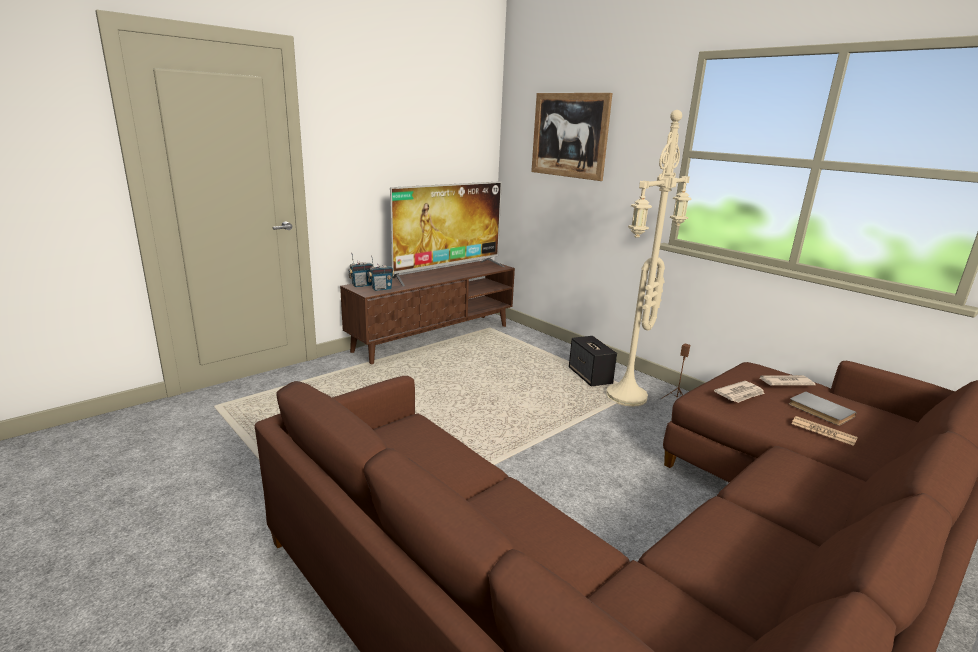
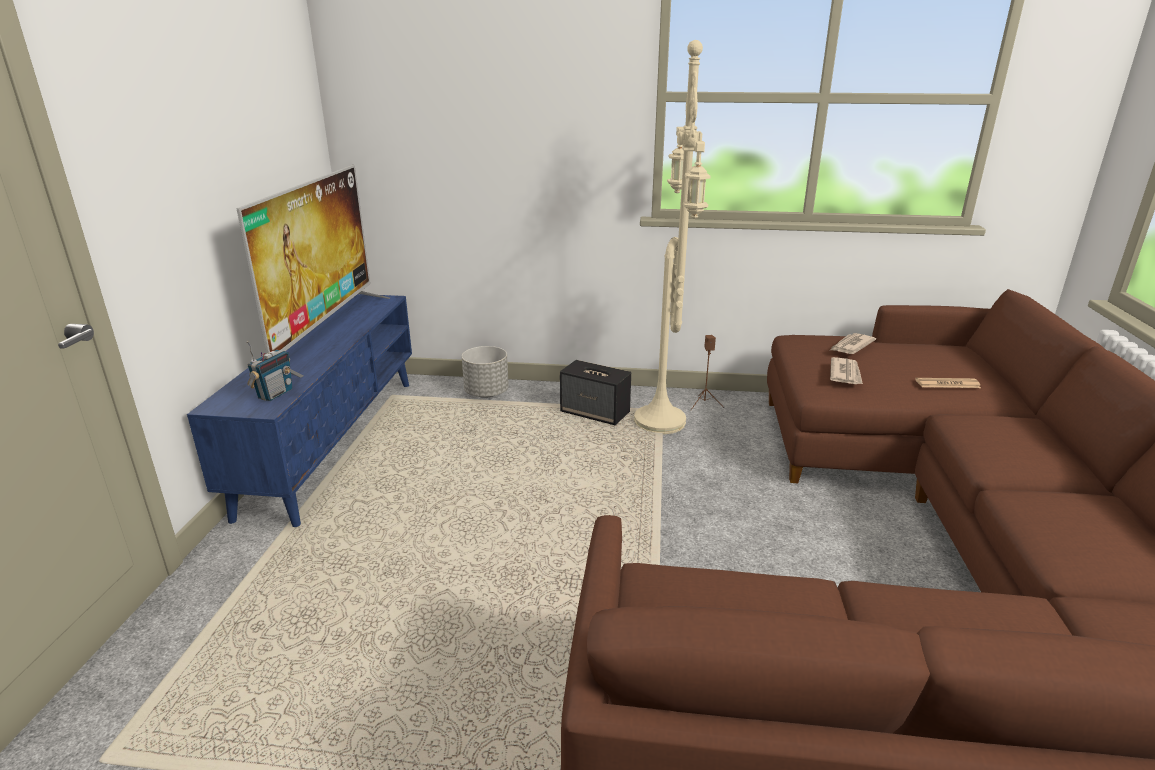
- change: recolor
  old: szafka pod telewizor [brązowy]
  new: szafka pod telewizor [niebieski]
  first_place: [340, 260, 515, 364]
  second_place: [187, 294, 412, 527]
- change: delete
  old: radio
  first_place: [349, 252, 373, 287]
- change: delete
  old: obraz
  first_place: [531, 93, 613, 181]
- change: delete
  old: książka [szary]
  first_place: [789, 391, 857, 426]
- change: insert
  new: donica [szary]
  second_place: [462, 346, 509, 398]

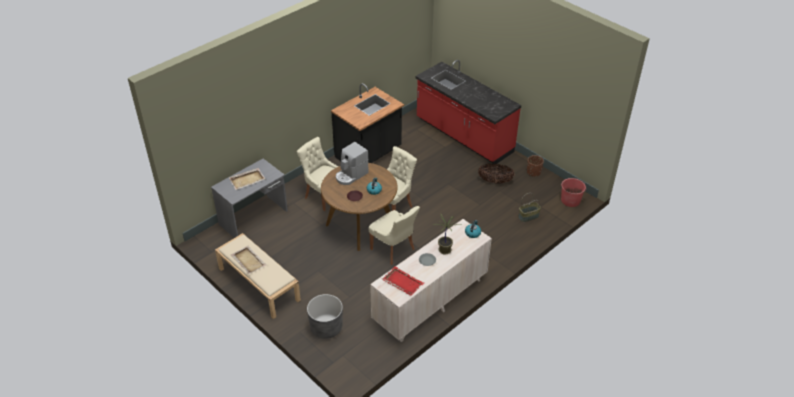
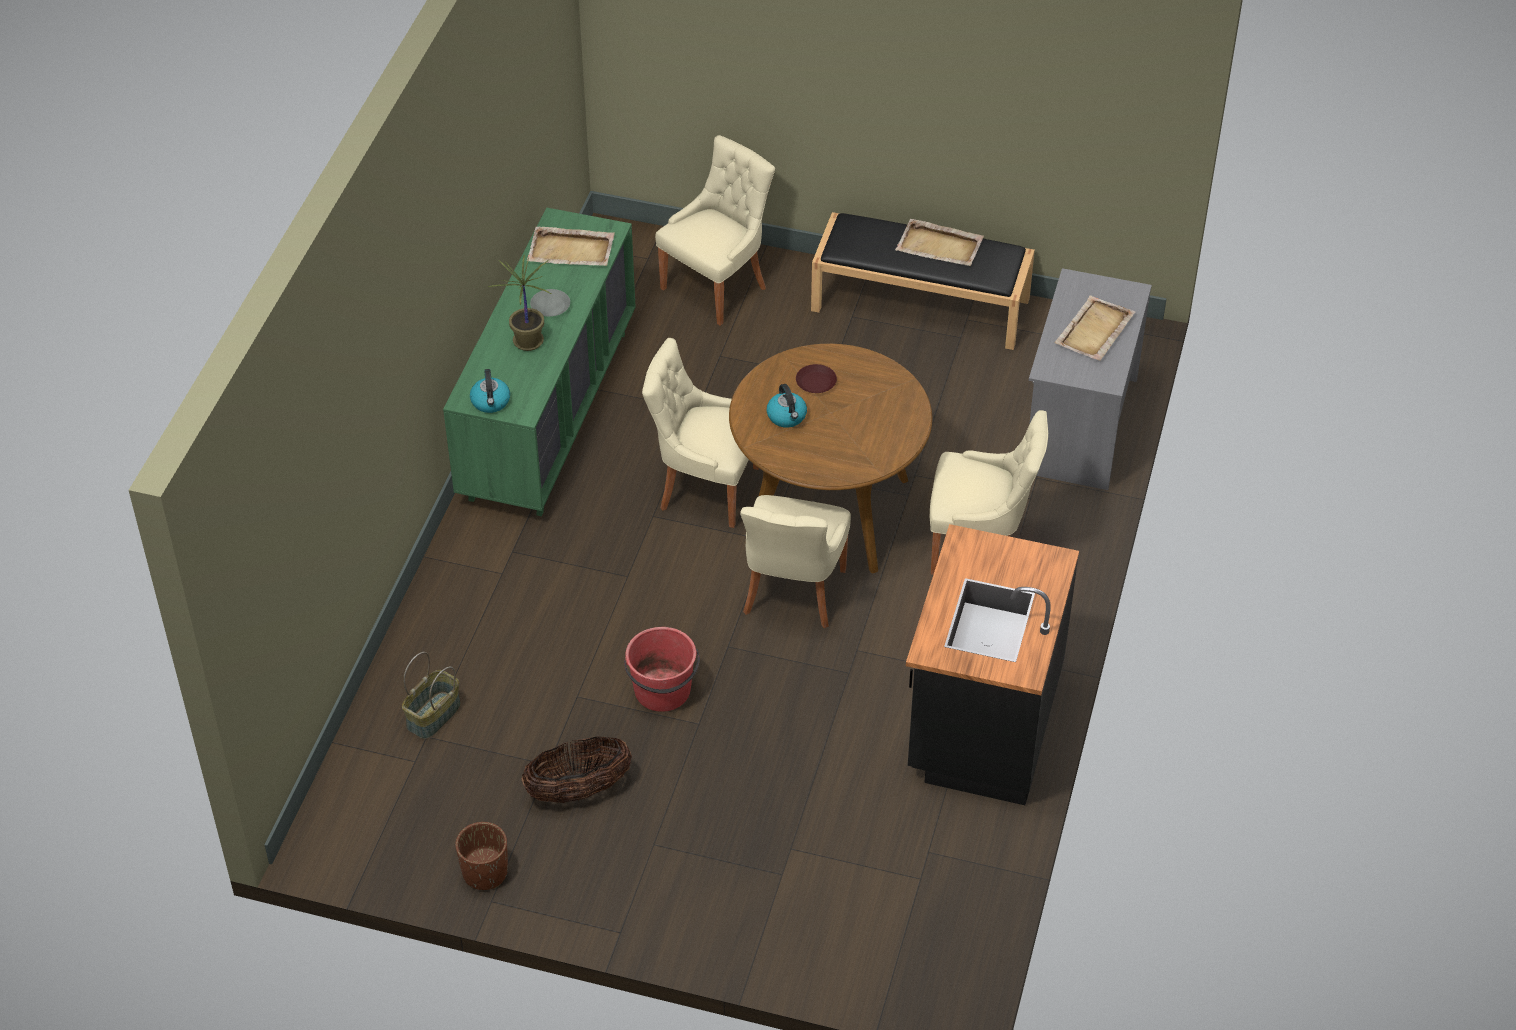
- change: recolor
  old: ławka [beżowy]
  new: ławka [czarny]
  first_place: [215, 233, 301, 319]
  second_place: [811, 212, 1035, 350]
- change: replace
  old: donica [szary]
  new: krzesło [beżowy]
  first_place: [307, 294, 343, 339]
  second_place: [655, 135, 775, 326]
- change: delete
  old: ekspres do kawy
  first_place: [336, 142, 369, 185]
- change: recolor
  old: komoda [beżowy]
  new: komoda [zielony]
  first_place: [370, 219, 492, 342]
  second_place: [443, 208, 636, 516]
- change: recolor
  old: taca [czerwony]
  new: taca [beżowy]
  first_place: [382, 266, 424, 296]
  second_place: [526, 227, 615, 266]
- change: delete
  old: zabudowa kuchenna [czerwony]
  first_place: [416, 60, 521, 164]
- change: move
  old: wiadro [czerwony]
  first_place: [561, 178, 587, 207]
  second_place: [624, 627, 700, 712]

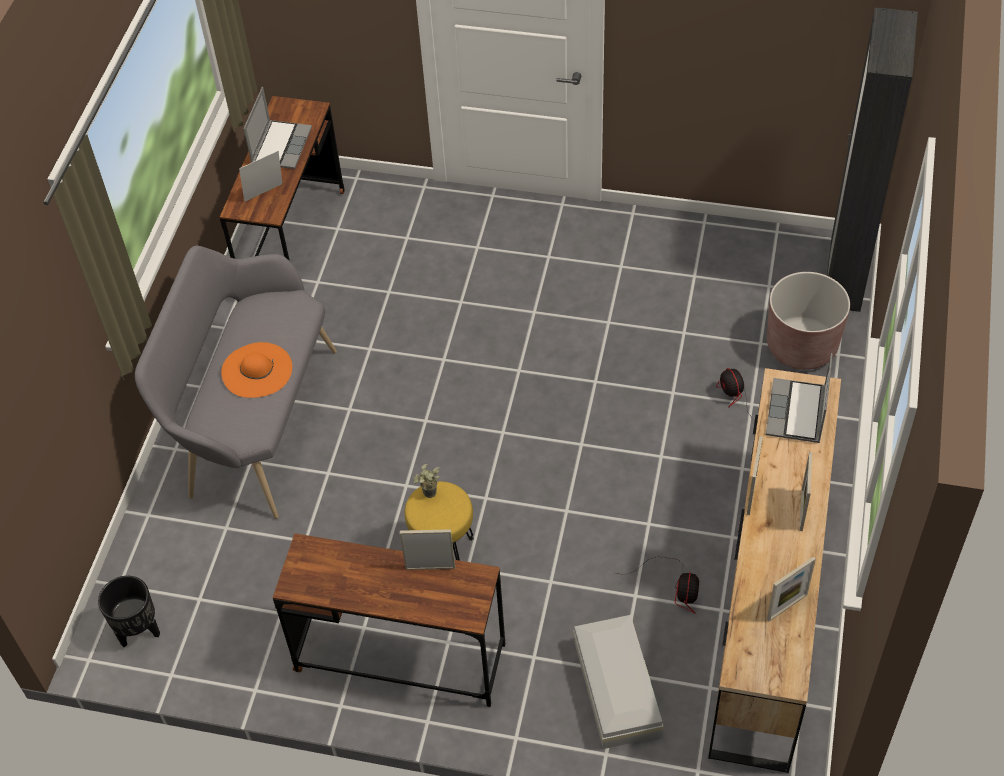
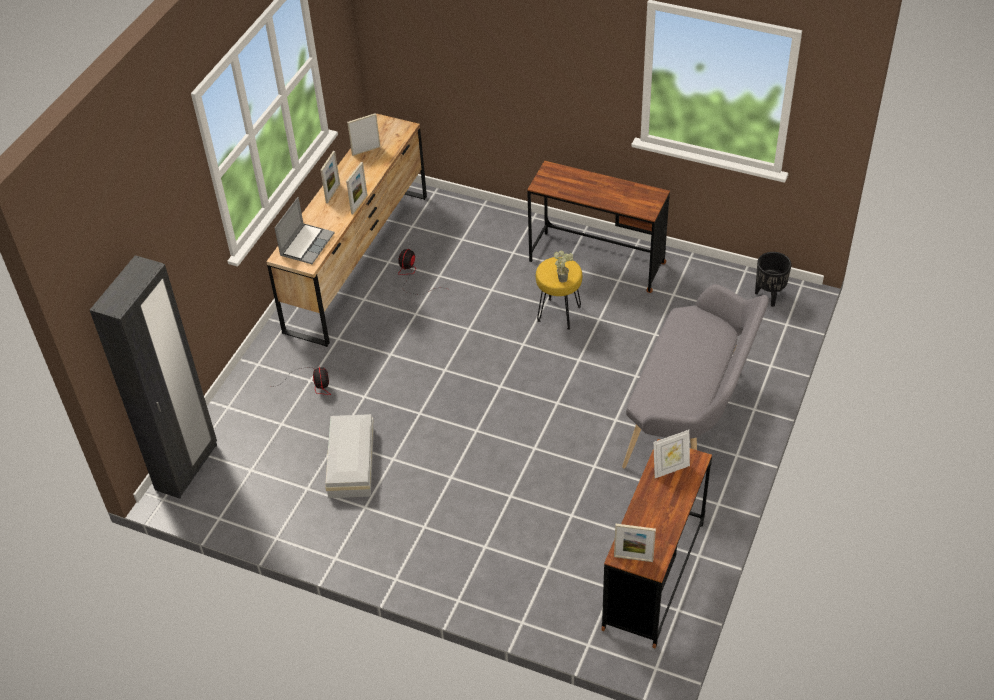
- change: delete
  old: kapelusz [pomarańczowy]
  first_place: [221, 342, 292, 398]
- change: delete
  old: laptop
  first_place: [243, 87, 312, 169]
- change: move
  old: ramka na zdjęcie
  first_place: [400, 529, 455, 570]
  second_place: [614, 524, 656, 562]
- change: move
  old: pojemnik do przechowywania [biały]
  first_place: [573, 615, 664, 749]
  second_place: [325, 414, 374, 498]
- change: delete
  old: donica [brązowy]
  first_place: [767, 272, 850, 370]

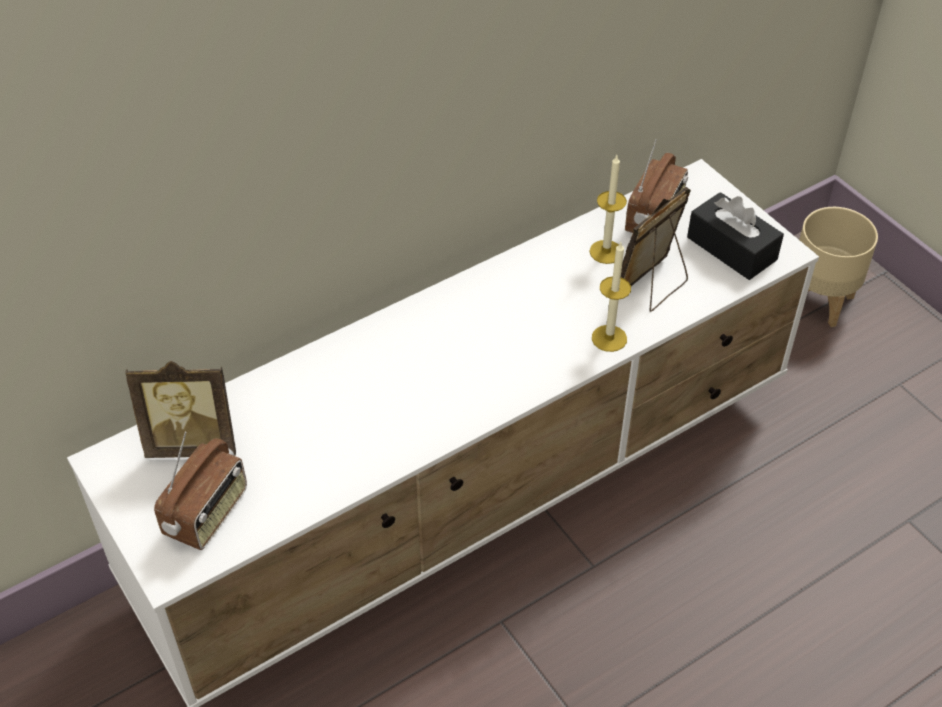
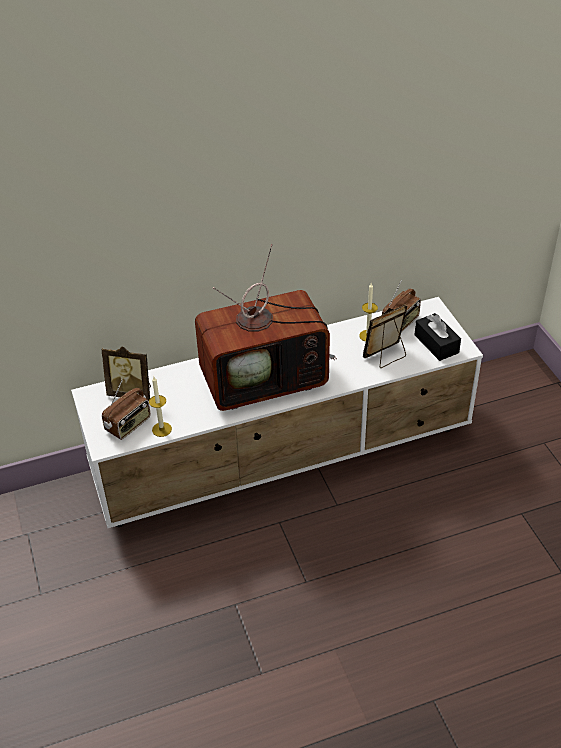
- change: move
  old: świeca
  first_place: [592, 242, 631, 352]
  second_place: [149, 377, 172, 437]
- change: delete
  old: donica [beżowy]
  first_place: [799, 207, 878, 327]
- change: insert
  new: telewizor
  second_place: [195, 244, 337, 411]

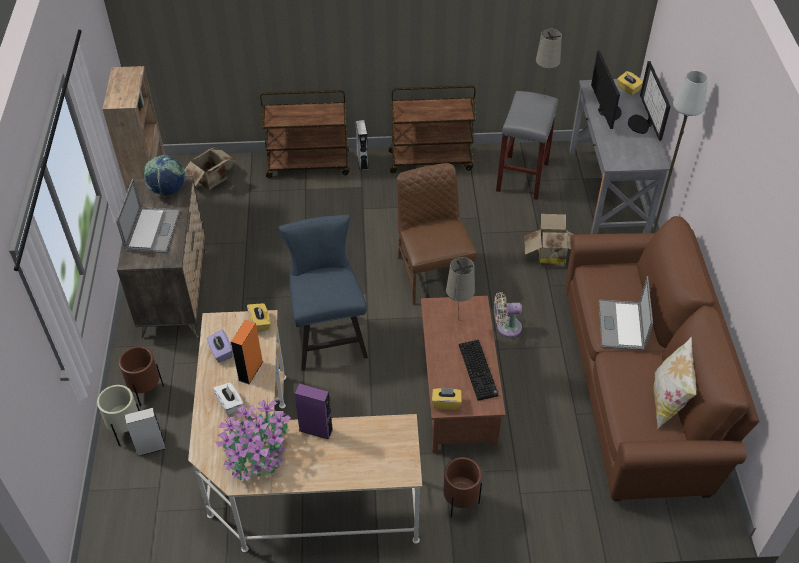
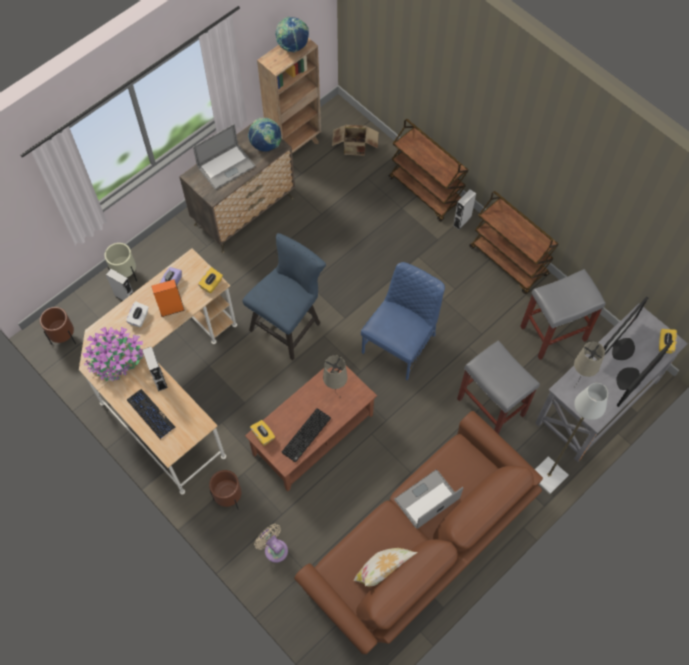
- change: move
  old: donica [brązowy]
  first_place: [119, 346, 164, 406]
  second_place: [40, 307, 76, 345]
- change: recolor
  old: głośnik [fioletowy]
  new: głośnik [szary]
  first_place: [294, 384, 333, 439]
  second_place: [142, 347, 168, 391]
- change: recolor
  old: krzesło [brązowy]
  new: krzesło [niebieski]
  first_place: [397, 163, 477, 305]
  second_place: [361, 262, 445, 381]
- change: move
  old: wentylator [beżowy]
  first_place: [494, 292, 522, 337]
  second_place: [254, 524, 288, 563]
- change: replace
  old: karton
  new: stołek [szary]
  first_place: [524, 214, 574, 267]
  second_place: [457, 340, 540, 434]
- change: move
  old: lampa stołowa [beżowy]
  first_place: [536, 29, 562, 97]
  second_place: [574, 341, 605, 386]
- change: insert
  new: klawiatura
  second_place: [127, 389, 176, 440]
- change: insert
  new: globus
  second_place: [275, 17, 309, 53]

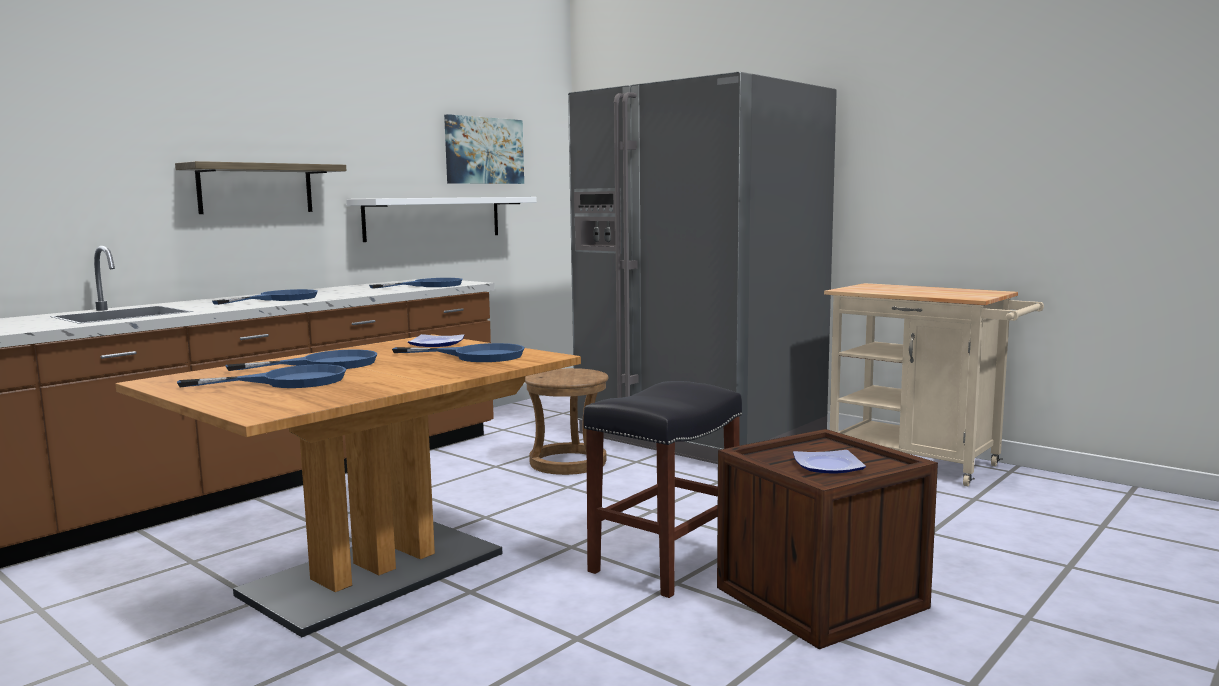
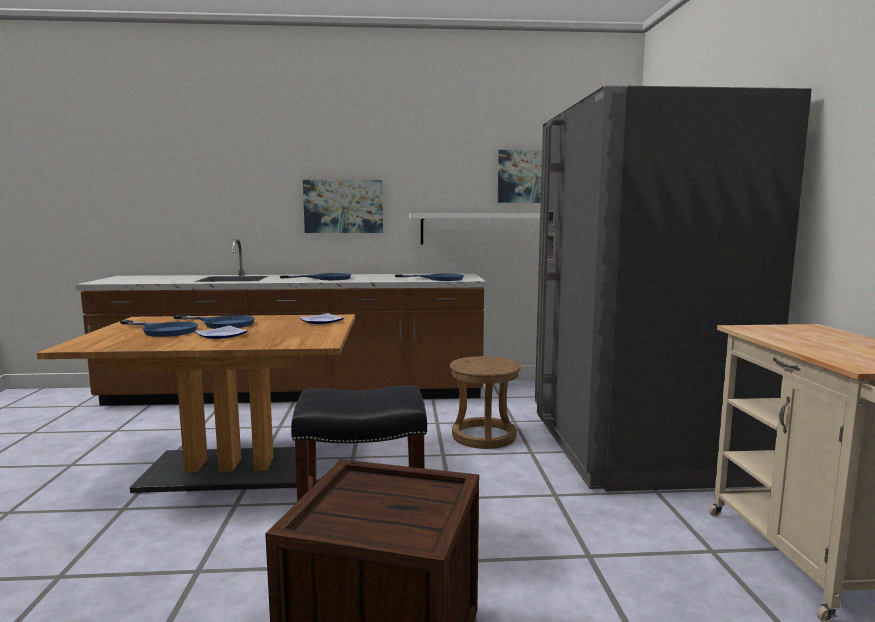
- change: replace
  old: półka
  new: obraz
  first_place: [175, 161, 346, 214]
  second_place: [303, 180, 383, 233]
- change: delete
  old: patelnia [niebieski]
  first_place: [392, 343, 525, 362]
- change: move
  old: talerz
  first_place: [793, 450, 866, 474]
  second_place: [195, 325, 248, 339]

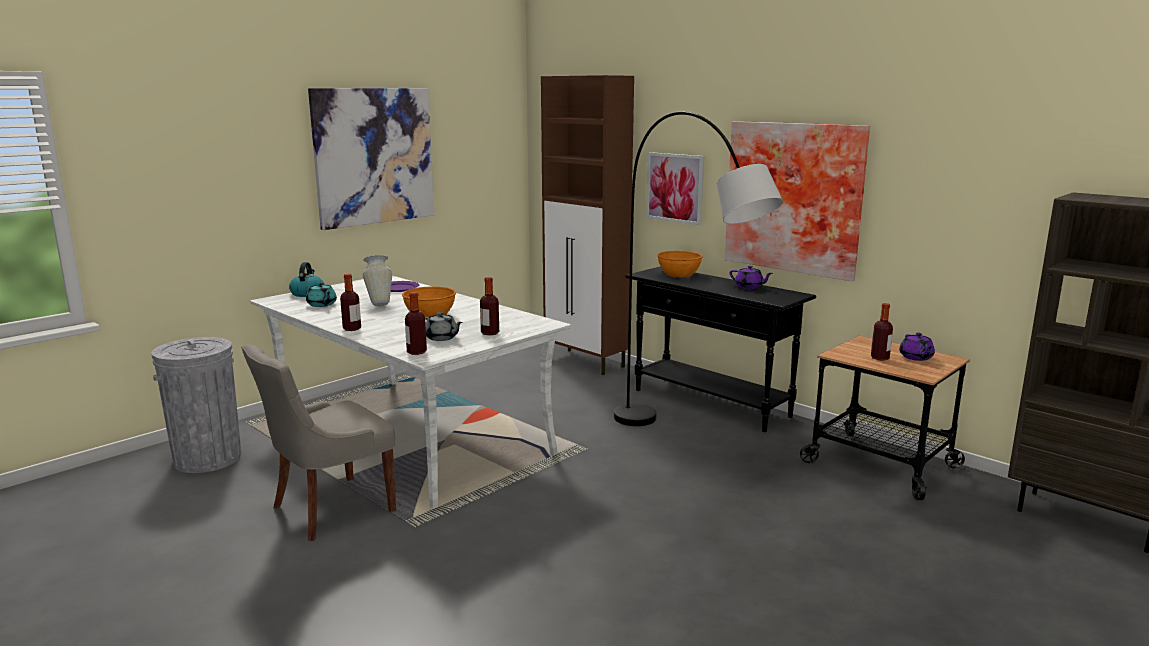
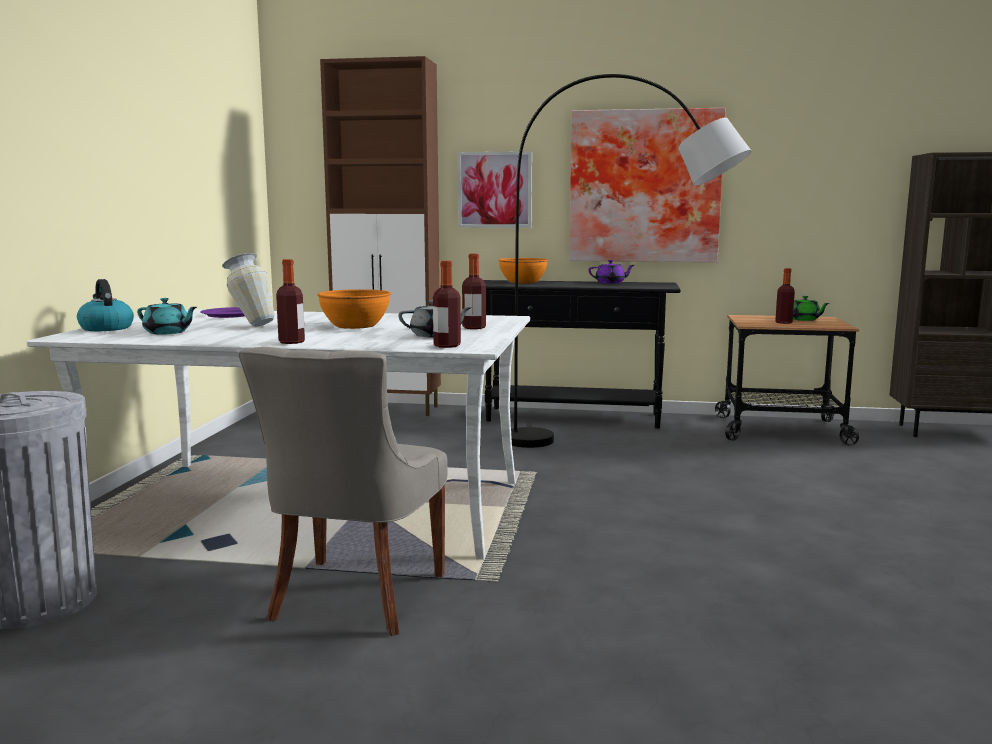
- change: delete
  old: obraz
  first_place: [308, 88, 434, 230]
- change: recolor
  old: imbryk [fioletowy]
  new: imbryk [zielony]
  first_place: [899, 333, 935, 361]
  second_place: [793, 296, 830, 321]

